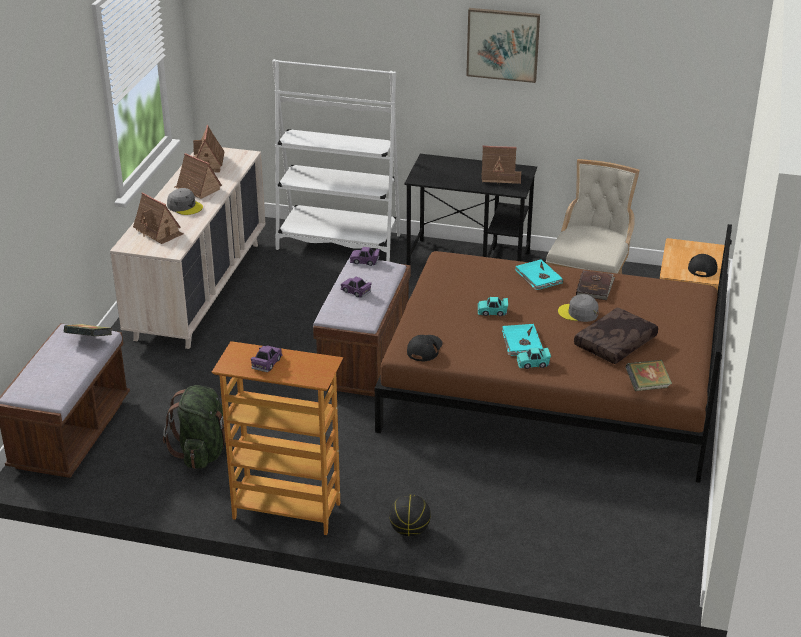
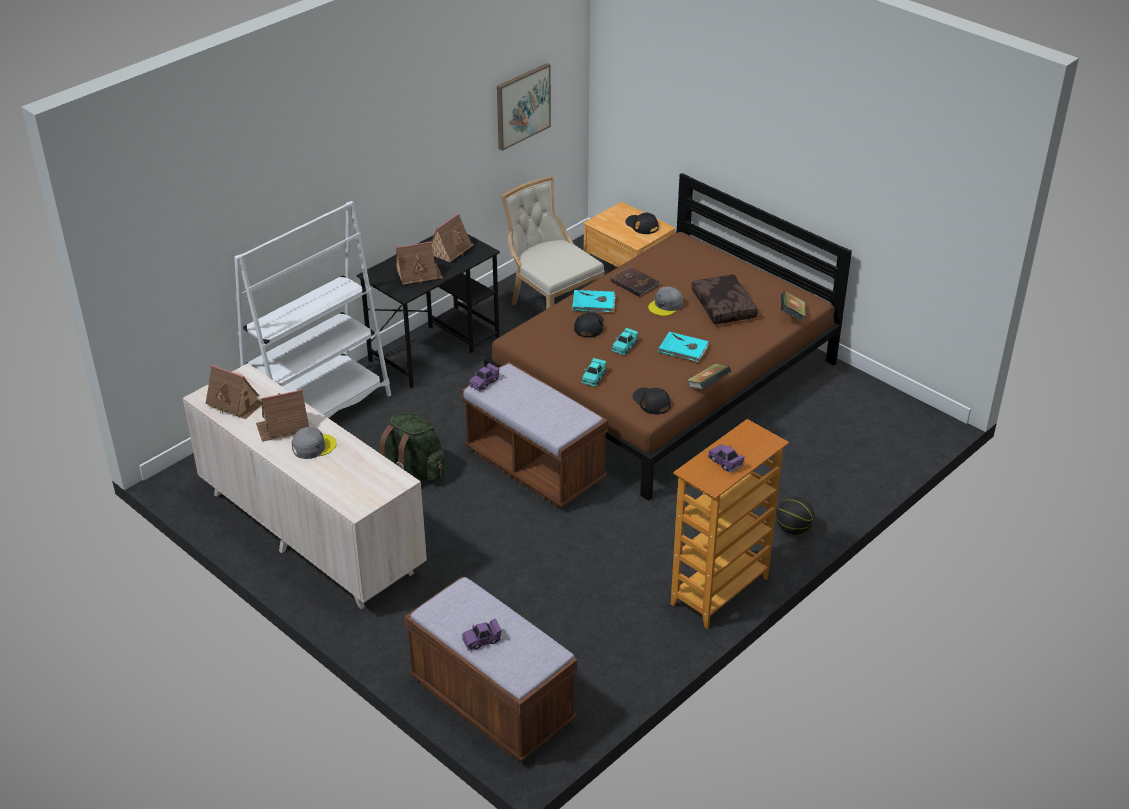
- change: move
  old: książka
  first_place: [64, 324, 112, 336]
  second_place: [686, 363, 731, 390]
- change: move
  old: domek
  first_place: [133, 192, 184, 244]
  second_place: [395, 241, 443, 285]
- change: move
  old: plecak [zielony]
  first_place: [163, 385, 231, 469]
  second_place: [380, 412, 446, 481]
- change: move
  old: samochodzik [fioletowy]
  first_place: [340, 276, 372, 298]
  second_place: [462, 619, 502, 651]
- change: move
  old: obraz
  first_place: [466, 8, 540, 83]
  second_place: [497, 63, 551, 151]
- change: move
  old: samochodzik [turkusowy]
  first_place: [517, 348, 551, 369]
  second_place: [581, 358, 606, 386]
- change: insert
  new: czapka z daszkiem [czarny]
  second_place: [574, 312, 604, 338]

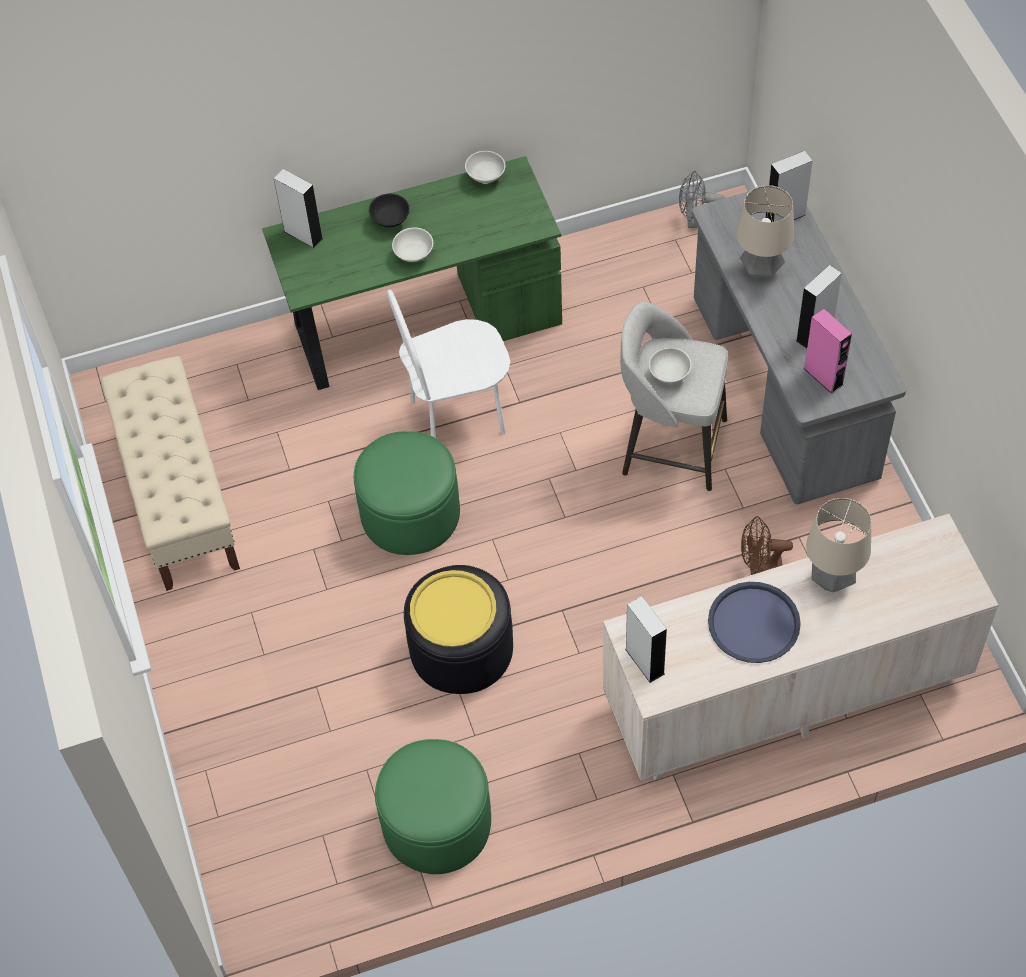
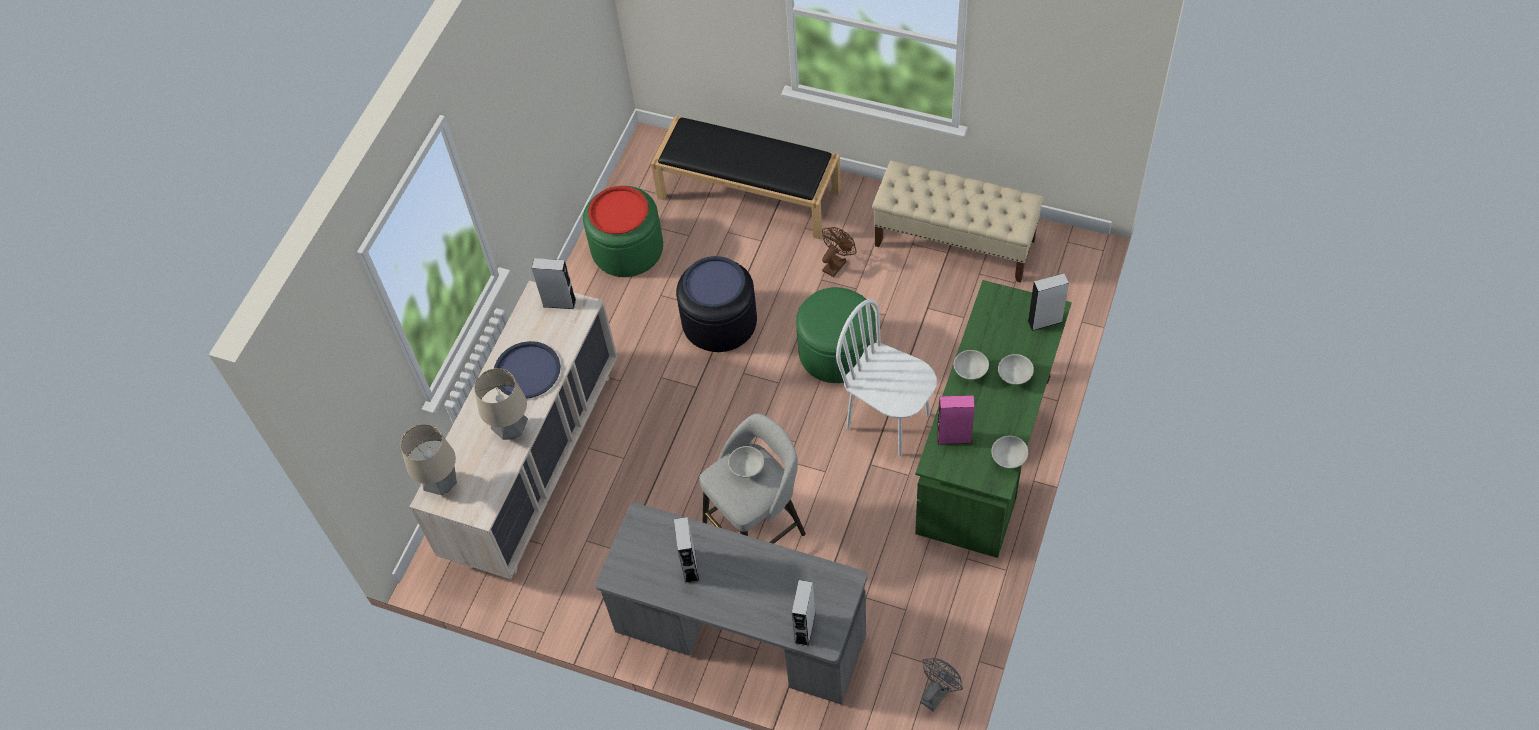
- change: recolor
  old: miska [czarny]
  new: miska [biały]
  first_place: [369, 194, 410, 227]
  second_place: [998, 354, 1034, 385]
- change: rotate
  old: krzesło [biały]
  first_place: [387, 290, 510, 438]
  second_place: [836, 299, 937, 456]
  degrees: -75
- change: recolor
  old: taca [żółty]
  new: taca [niebieski]
  first_place: [410, 570, 496, 647]
  second_place: [683, 256, 745, 308]
- change: move
  old: lampa stołowa
  first_place: [736, 185, 794, 280]
  second_place: [400, 424, 457, 495]
- change: move
  old: wentylator [brązowy]
  first_place: [741, 516, 793, 575]
  second_place: [822, 227, 856, 277]
- change: move
  old: głośnik [różowy]
  first_place: [803, 309, 852, 394]
  second_place: [937, 395, 975, 445]
- change: insert
  new: taca [czerwony]
  second_place: [588, 186, 648, 234]
- change: insert
  new: ławka [czarny]
  second_place: [651, 116, 841, 239]

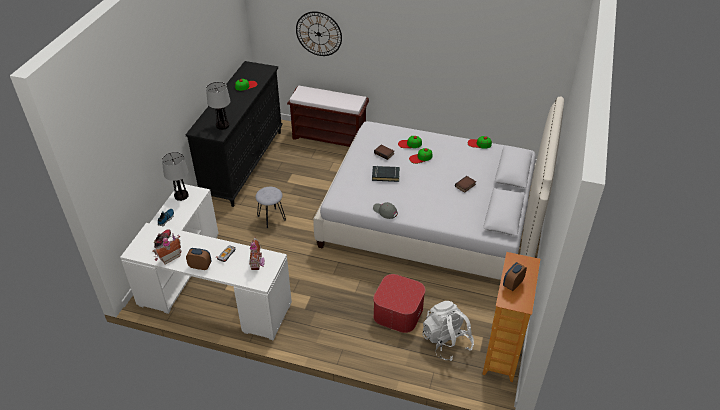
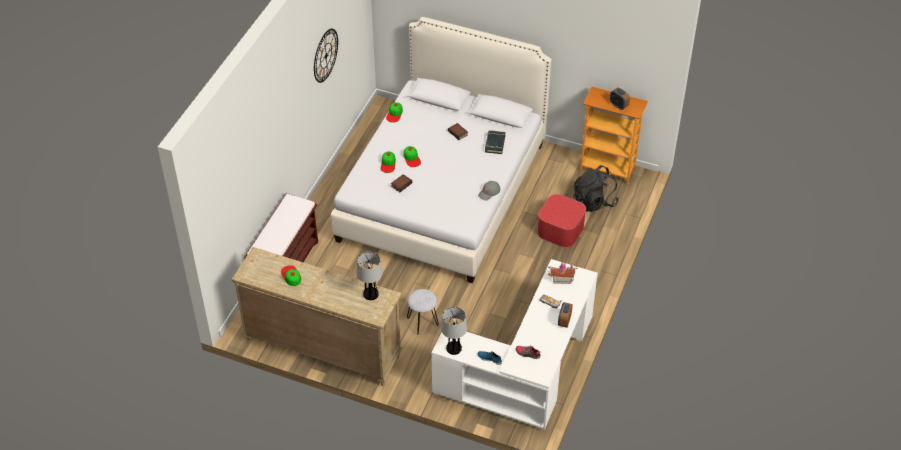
- change: delete
  old: domek
  first_place: [153, 234, 181, 265]
- change: recolor
  old: komoda [czarny]
  new: komoda [beżowy]
  first_place: [185, 61, 283, 207]
  second_place: [232, 247, 403, 386]
- change: move
  old: zegar ścienny
  first_place: [296, 11, 342, 56]
  second_place: [314, 29, 338, 83]
- change: move
  old: książka [czarny]
  first_place: [372, 166, 400, 182]
  second_place: [485, 130, 506, 154]
- change: recolor
  old: plecak [biały]
  new: plecak [czarny]
  first_place: [422, 301, 474, 361]
  second_place: [573, 165, 618, 212]

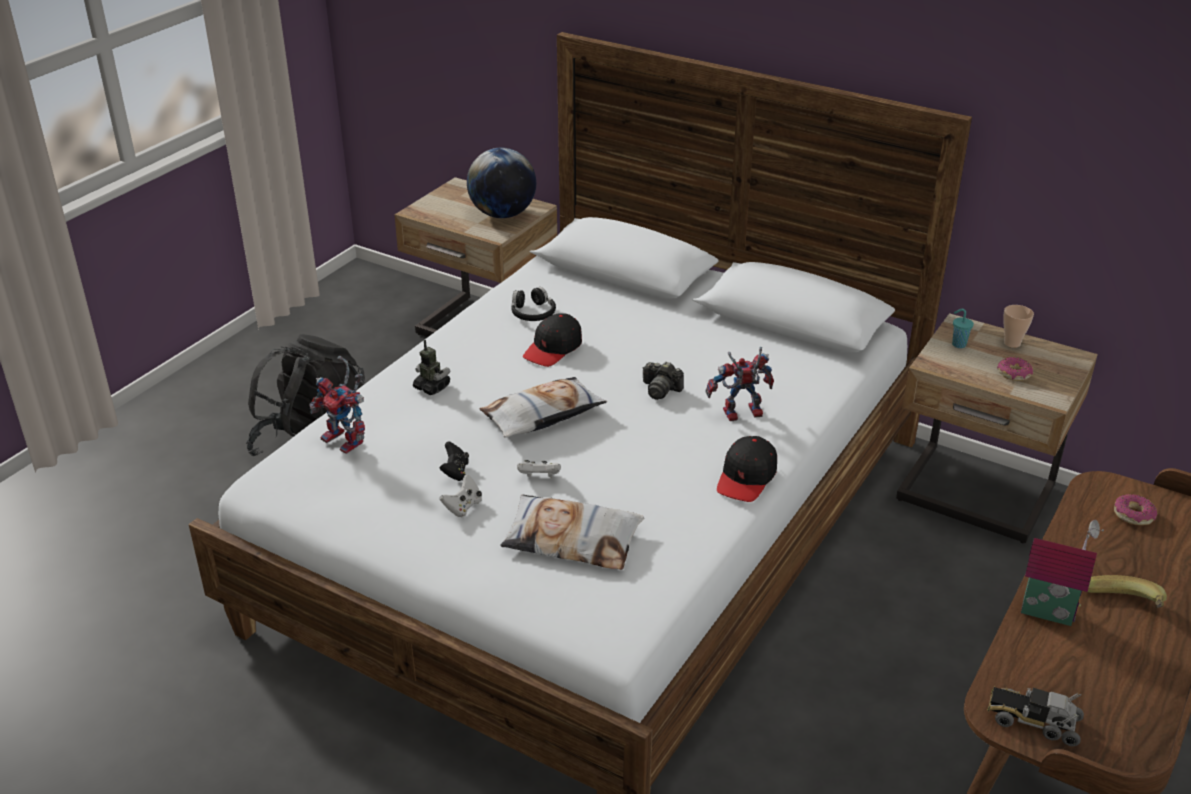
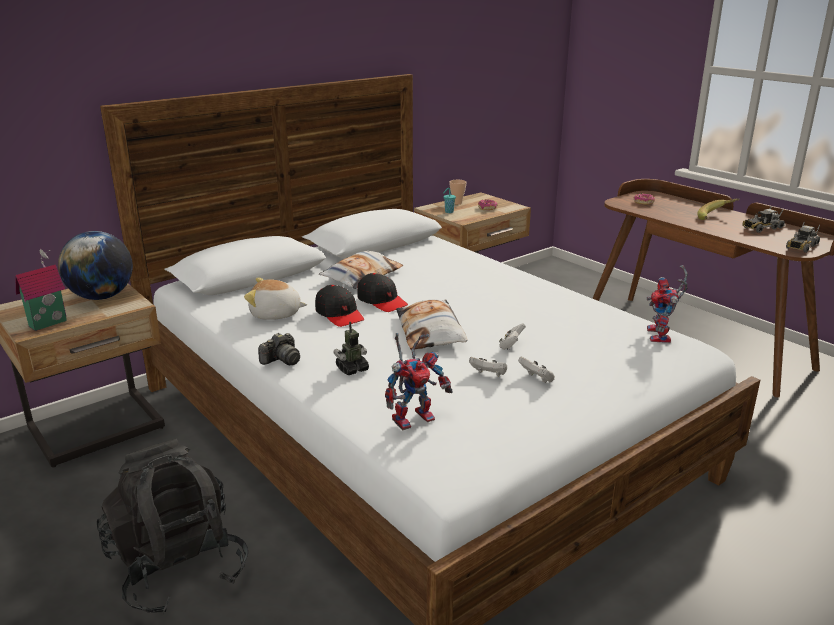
- change: recolor
  old: pad do gier [czarny]
  new: pad do gier [biały]
  first_place: [440, 441, 469, 481]
  second_place: [469, 357, 507, 376]
- change: move
  old: poduszka
  first_place: [501, 494, 644, 570]
  second_place: [319, 251, 403, 289]
- change: replace
  old: słuchawki [czarny]
  new: pluszak
  first_place: [511, 287, 556, 321]
  second_place: [244, 278, 307, 320]
- change: move
  old: aparat fotograficzny
  first_place: [642, 362, 684, 400]
  second_place: [258, 333, 300, 365]
- change: move
  old: robot zabawkowy
  first_place: [705, 347, 774, 421]
  second_place: [647, 265, 688, 343]
- change: move
  old: czapka z daszkiem [czarny]
  first_place: [717, 436, 777, 502]
  second_place: [357, 273, 408, 312]
- change: move
  old: domek
  first_place: [1021, 520, 1104, 626]
  second_place: [15, 249, 67, 331]
- change: insert
  new: ciężarówka zabawkowa
  second_place: [742, 206, 785, 233]

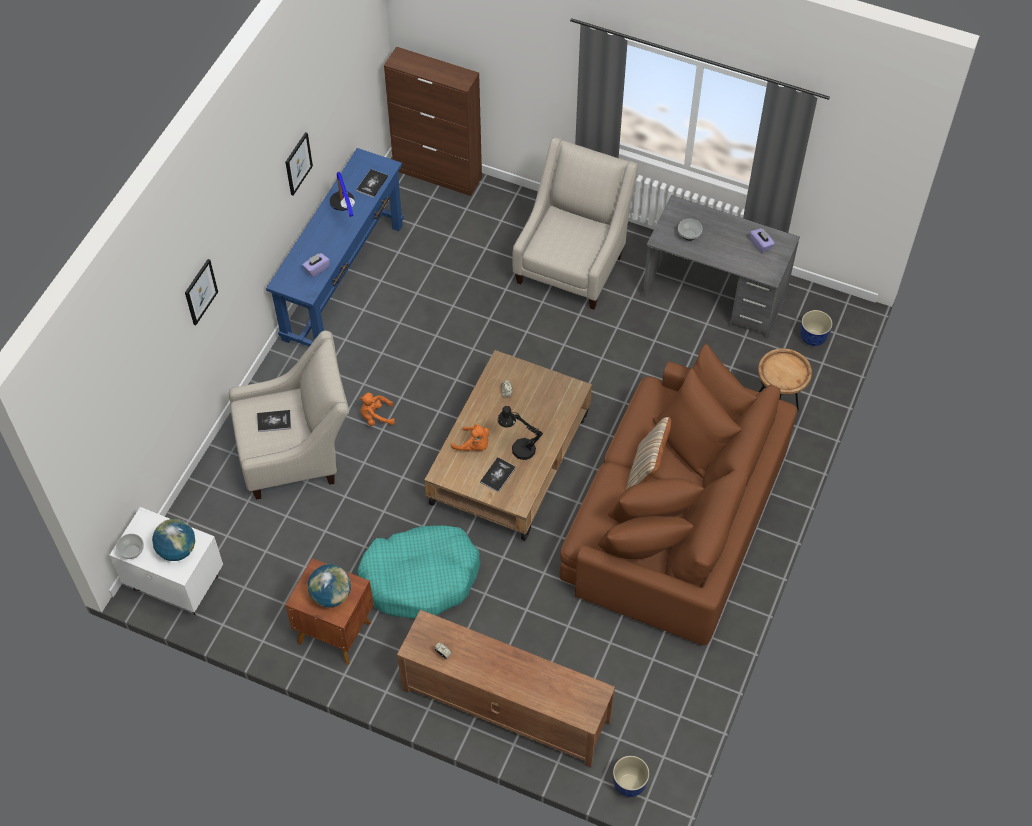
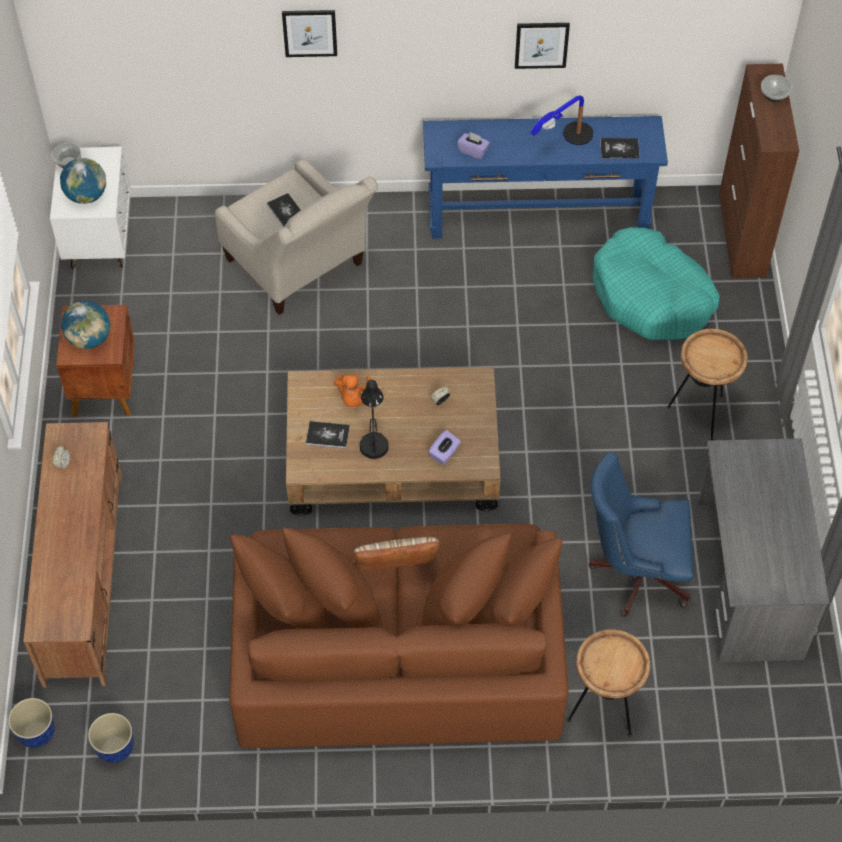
- change: move
  old: legowisko [turkusowy]
  first_place: [357, 525, 480, 619]
  second_place: [593, 227, 720, 340]
- change: delete
  old: pluszak [pomarańczowy]
  first_place: [359, 393, 395, 426]
- change: replace
  old: fotel [beżowy]
  new: stolik [brązowy]
  first_place: [513, 137, 638, 310]
  second_place: [667, 329, 748, 440]
- change: move
  old: miska
  first_place: [678, 219, 703, 241]
  second_place: [761, 75, 792, 102]
- change: move
  old: pudełko chusteczek [fioletowy]
  first_place: [750, 228, 775, 253]
  second_place: [428, 430, 461, 465]
- change: move
  old: donica
  first_place: [800, 310, 833, 346]
  second_place: [88, 713, 134, 763]
- change: insert
  new: krzesło biurowe [niebieski]
  second_place: [589, 452, 693, 617]

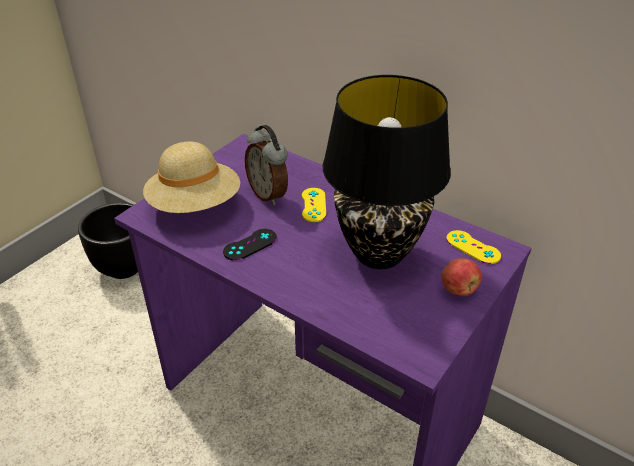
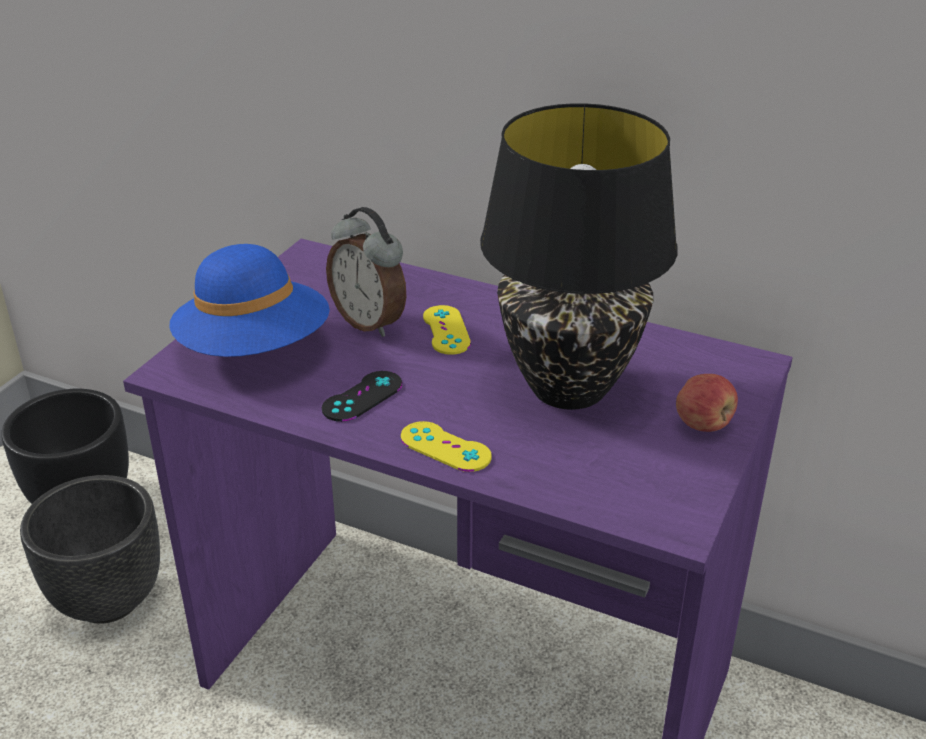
- change: recolor
  old: kapelusz [beżowy]
  new: kapelusz [niebieski]
  first_place: [143, 141, 240, 213]
  second_place: [170, 244, 330, 357]
- change: move
  old: pad do gier [żółty]
  first_place: [446, 230, 501, 264]
  second_place: [401, 421, 492, 472]
- change: insert
  new: donica [czarny]
  second_place: [20, 475, 160, 624]

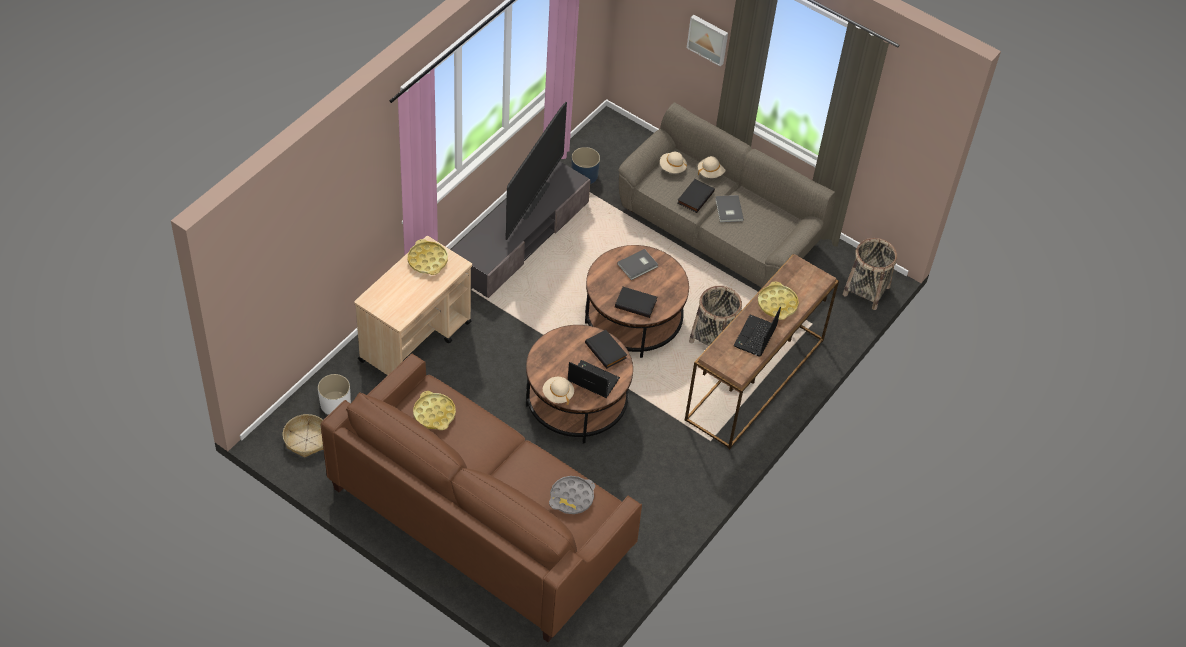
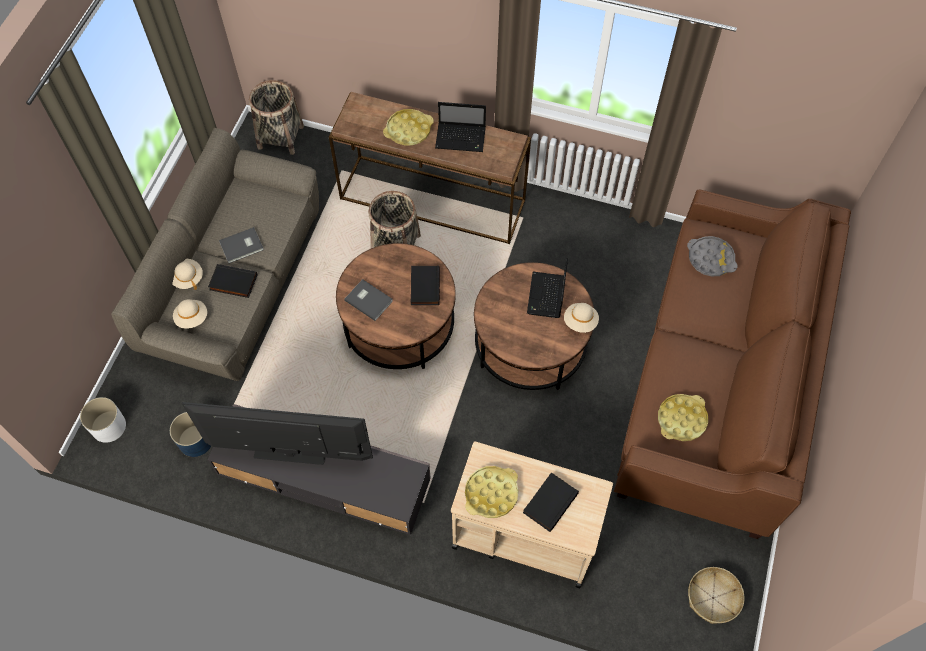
- change: move
  old: donica [biały]
  first_place: [318, 374, 351, 415]
  second_place: [80, 397, 126, 443]
- change: move
  old: książka [czarny]
  first_place: [585, 330, 627, 369]
  second_place: [523, 472, 579, 532]
- change: delete
  old: obraz
  first_place: [687, 15, 728, 67]

